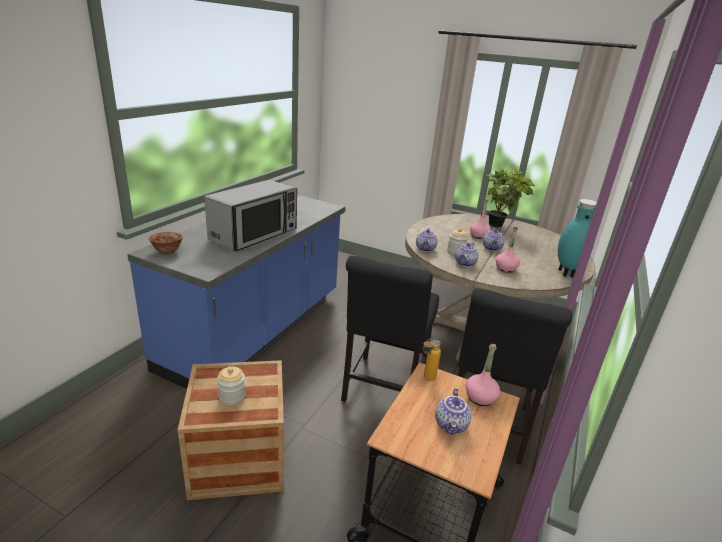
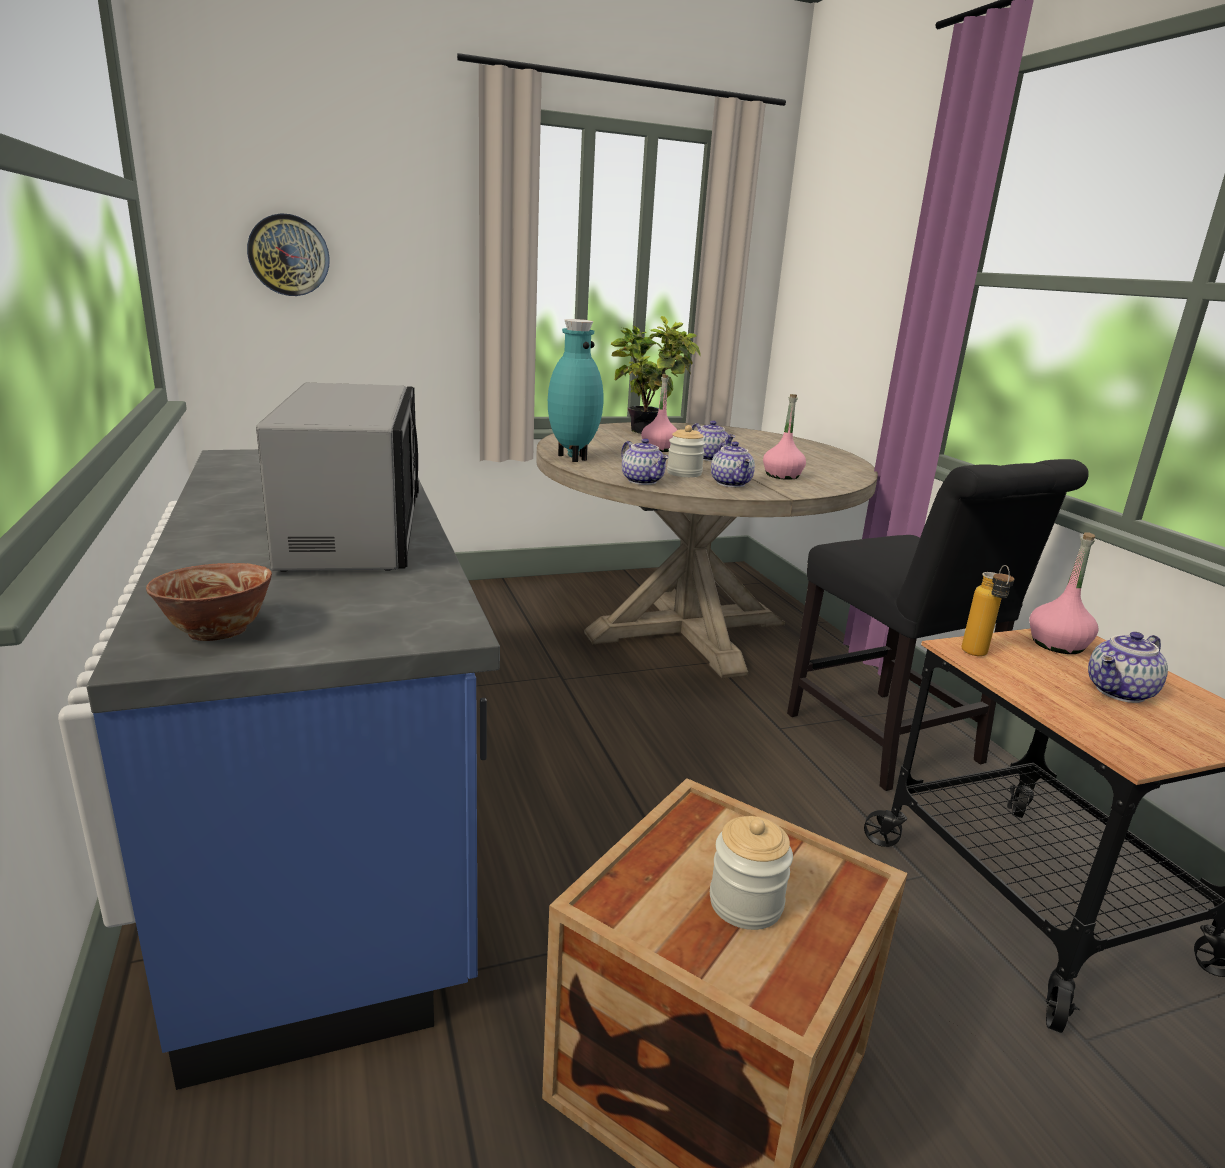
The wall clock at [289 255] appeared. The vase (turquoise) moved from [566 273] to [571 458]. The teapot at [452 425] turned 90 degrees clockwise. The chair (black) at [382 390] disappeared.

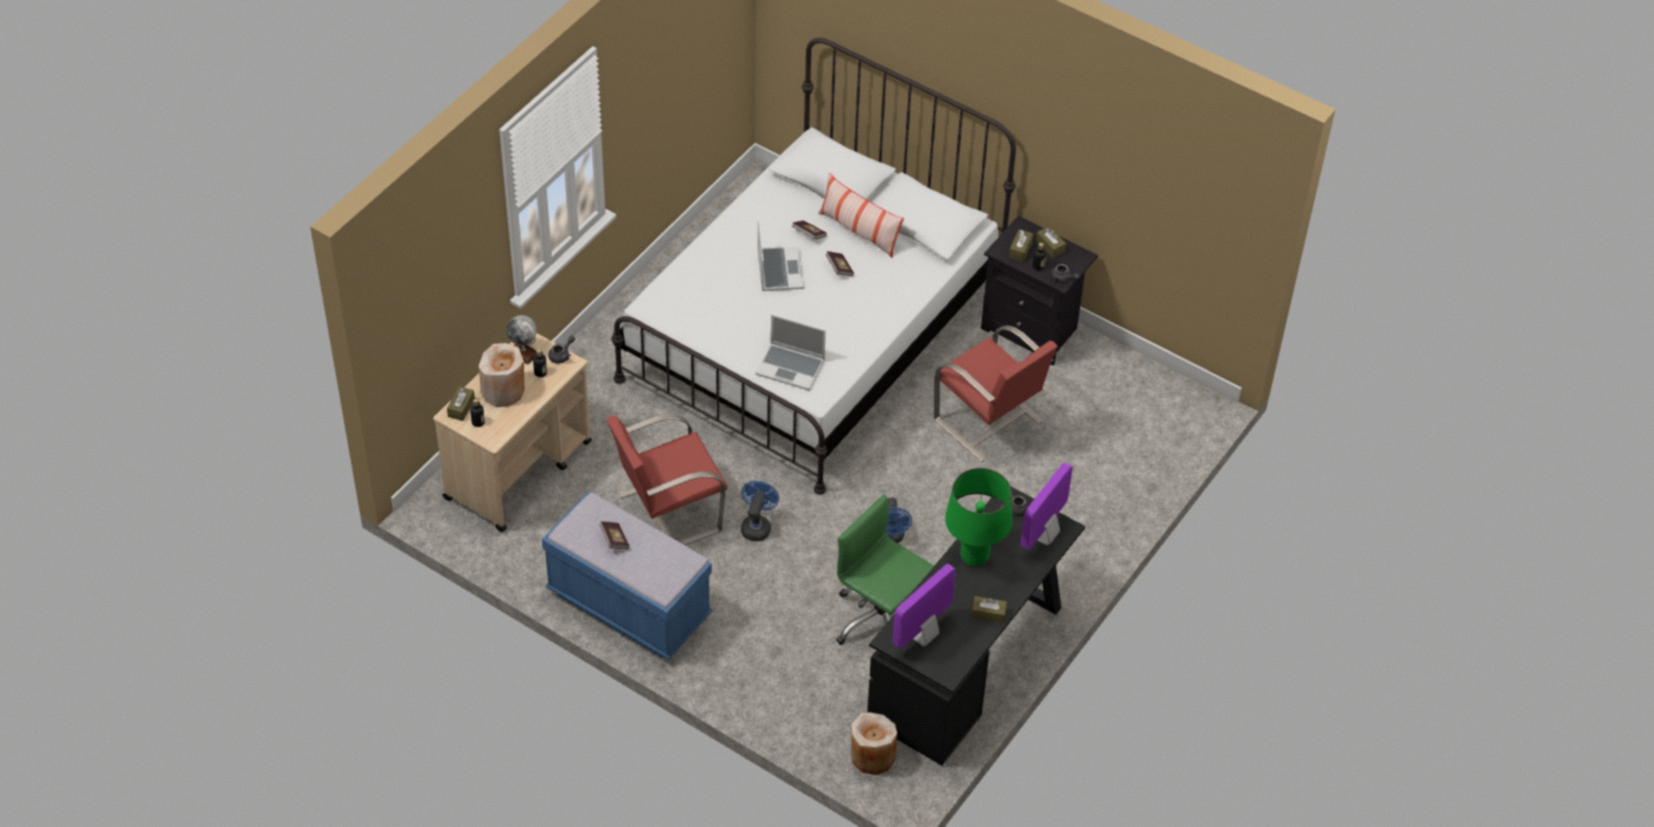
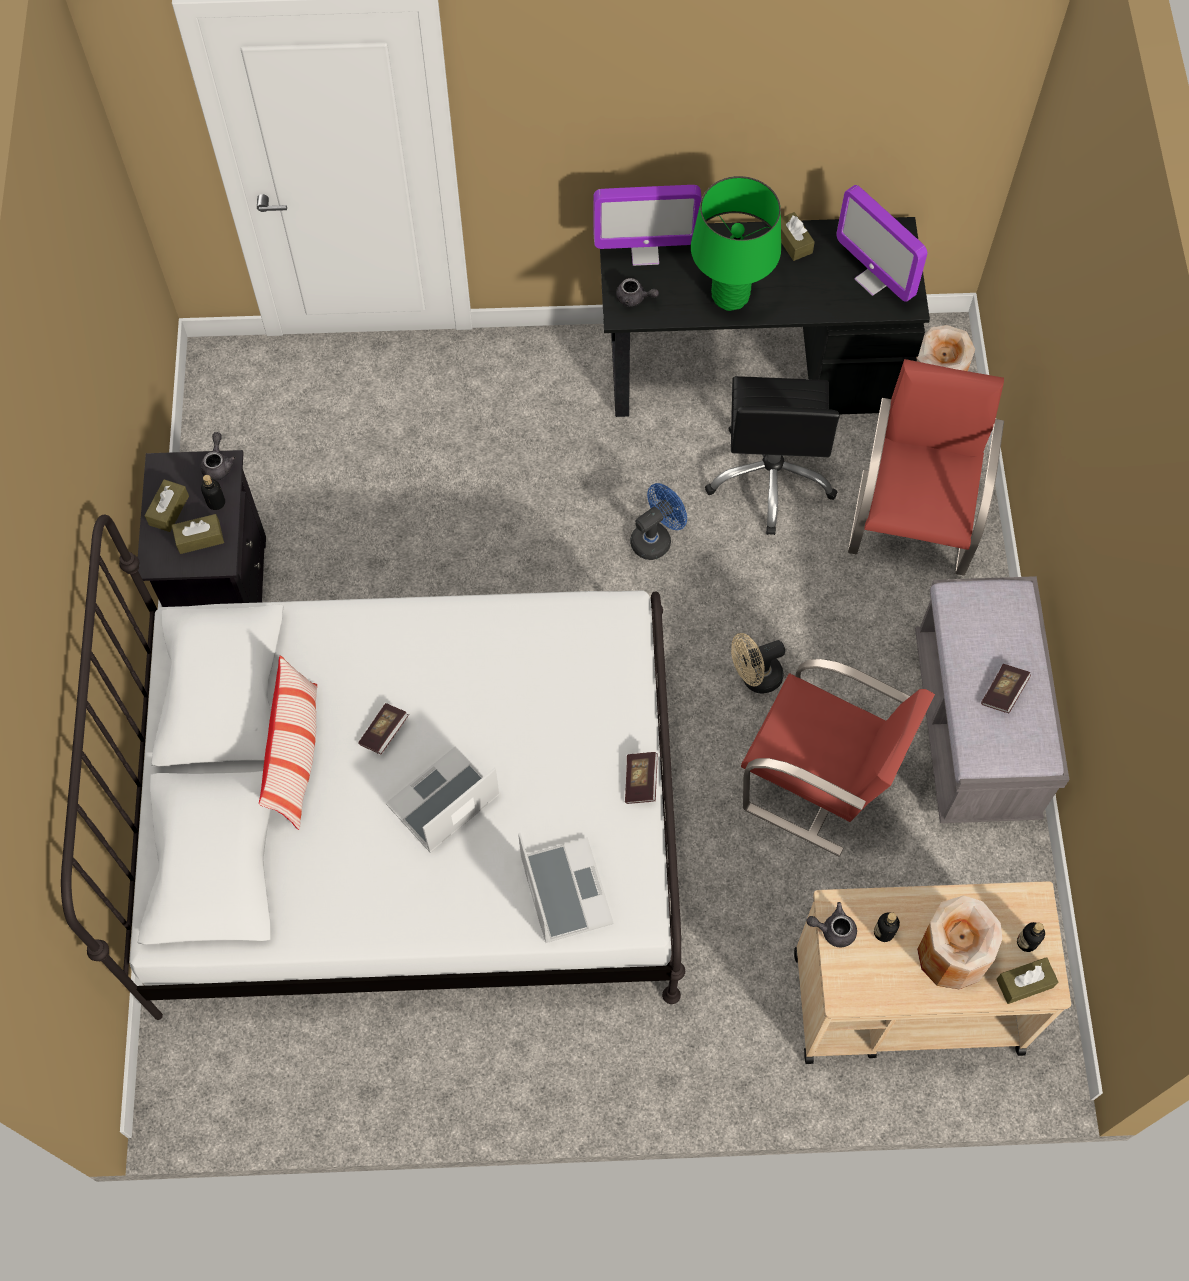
The laptop moved from [791 367] to [564 890]. The book moved from [809 234] to [640 781]. The office chair (green) at [881 621] became the office chair (black) at [771 477]. The fan (blue) at [757 526] became the fan (beige) at [755 678]. The monitor at [923 635] turned 45 degrees clockwise. The chair (red) moved from [989 422] to [914 521]. The bench (blue) at [629 605] became the bench (grey) at [974 727]. The globe at [523 352] disappeared.

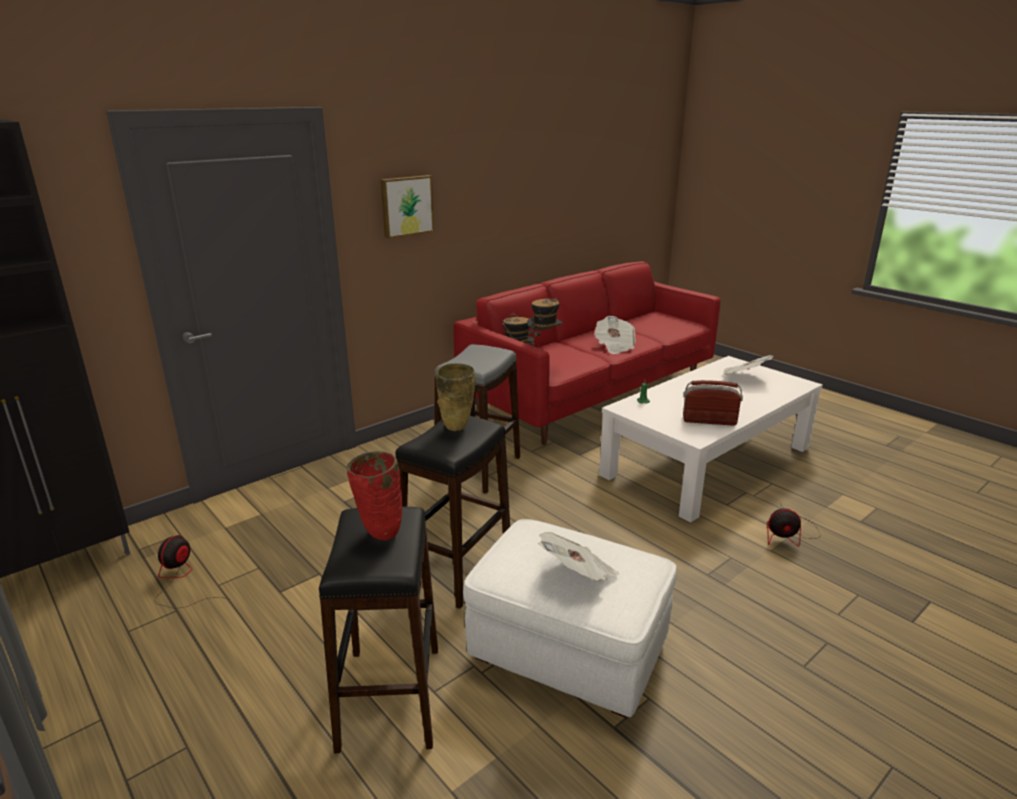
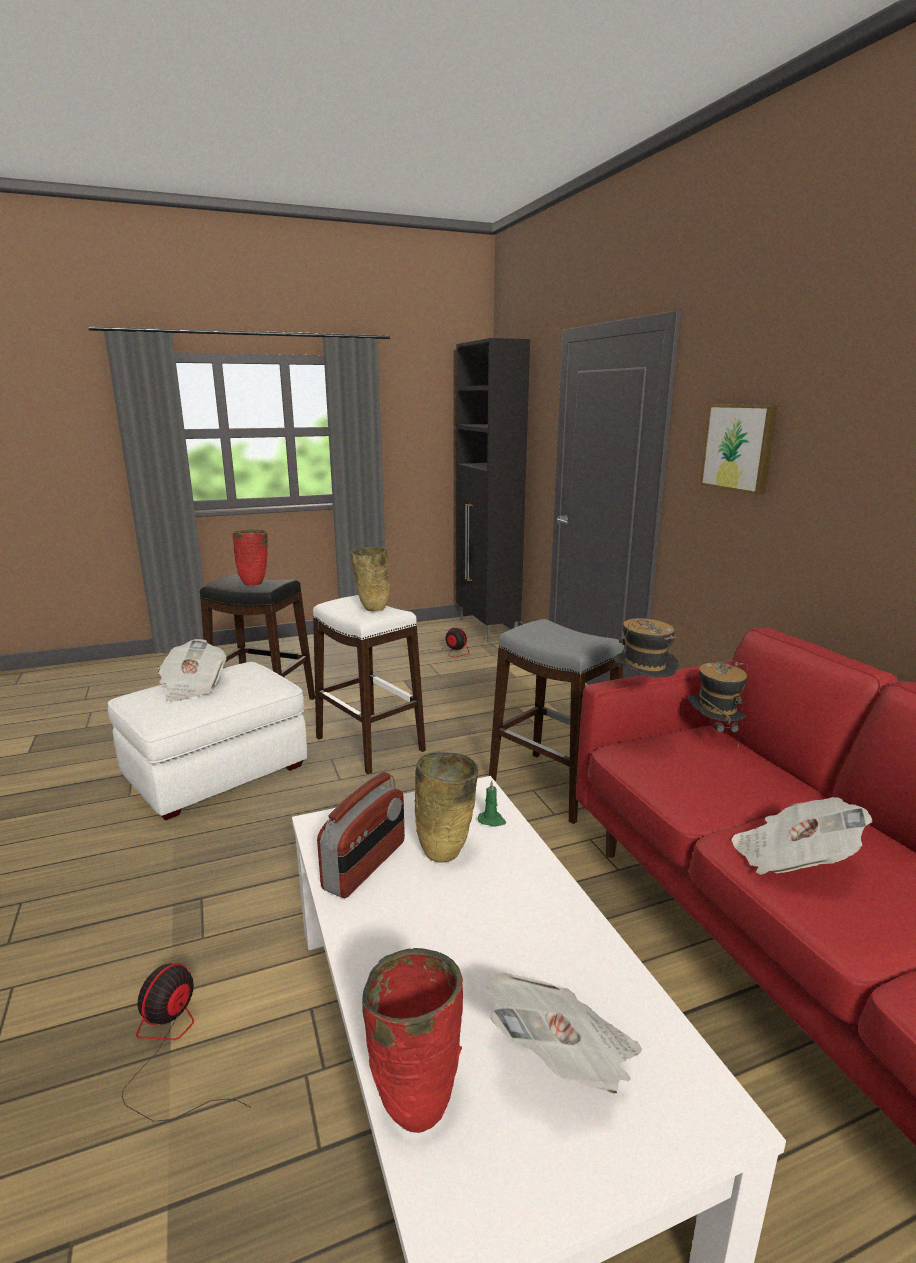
The stool (black) at [456 567] became the stool (white) at [370 744]. The vase (red) at [417 1101] appeared. The vase (beige) at [446 853] appeared.

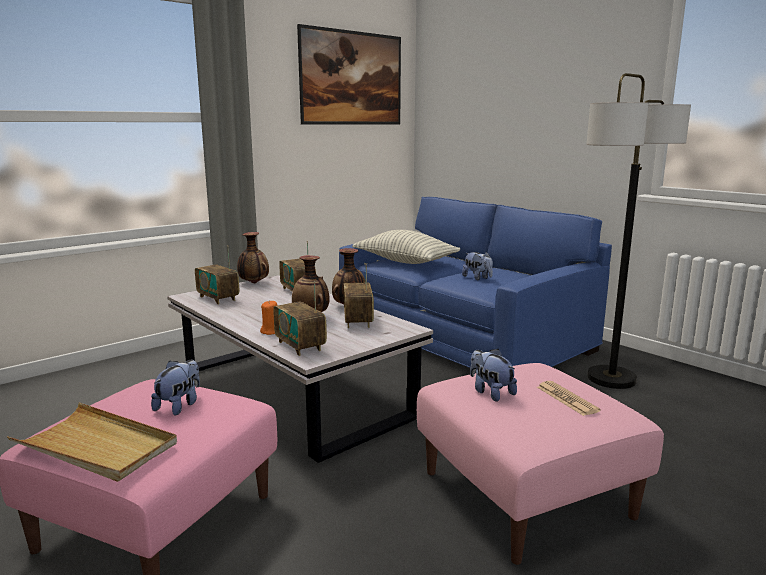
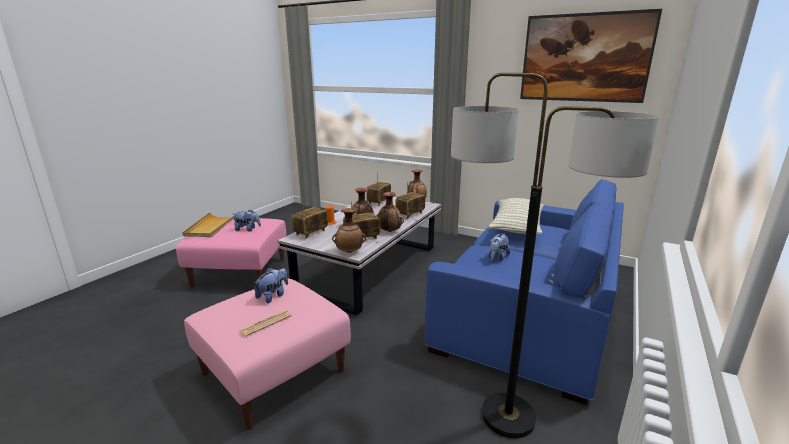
The vase at [349 252] appeared.

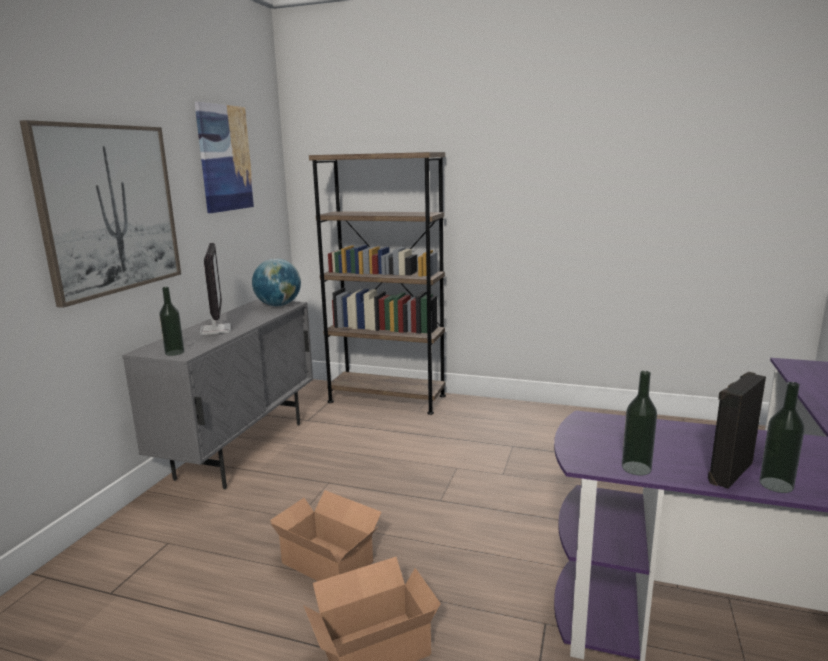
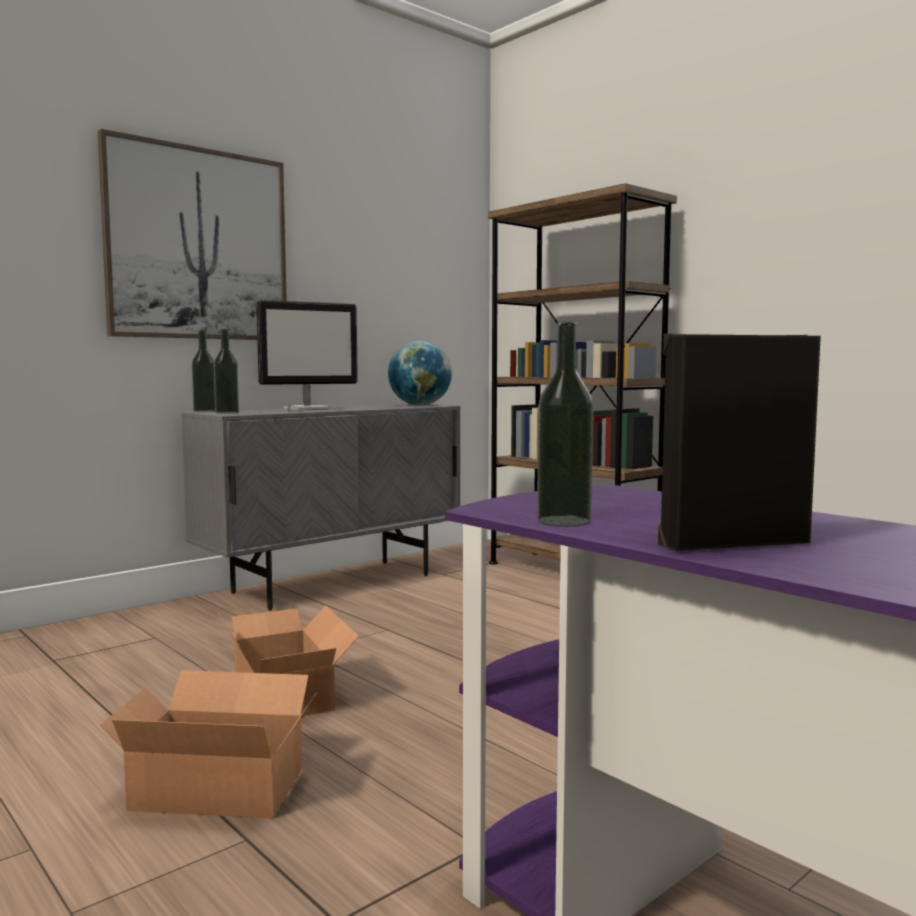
The bottle moved from [776 485] to [204 411]. The monitor at [216 330] turned 45 degrees clockwise. The picture at [225 158] disappeared.

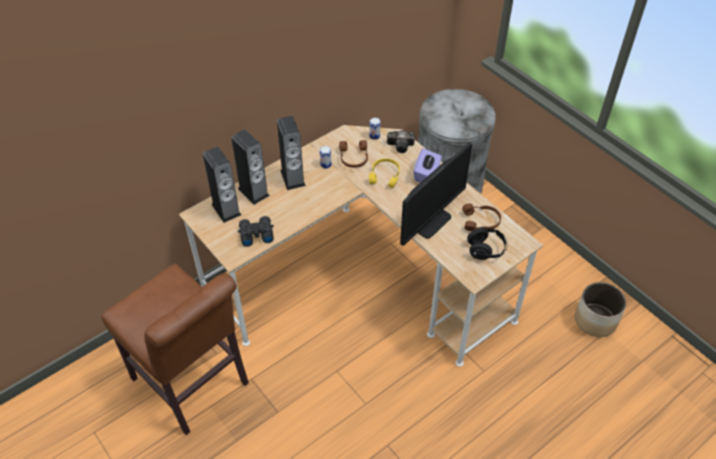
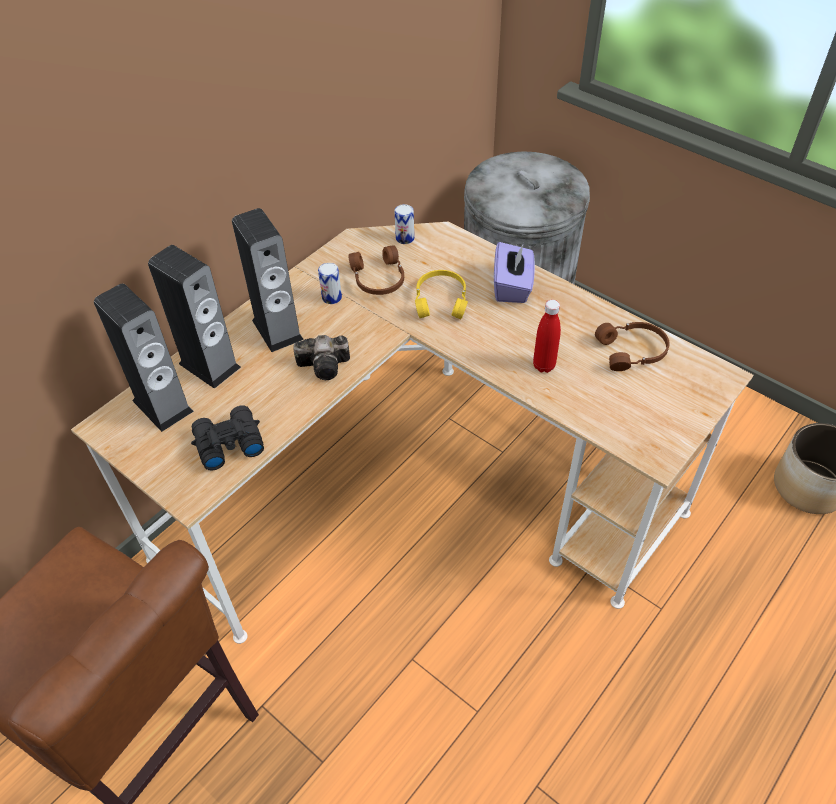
The photo camera moved from [401 146] to [326 365]. The monitor at [430 221] was replaced by the bottle (red) at [544 366]. The headphones (black) at [486 250] disappeared.

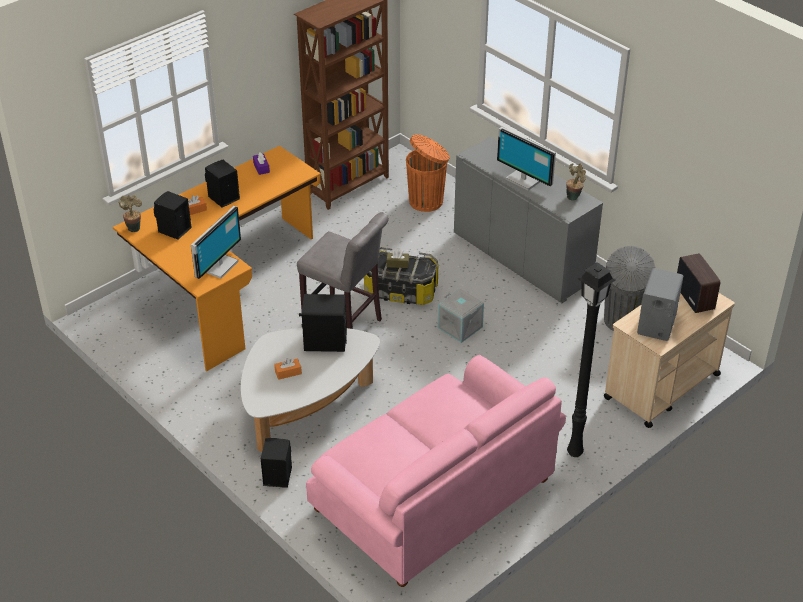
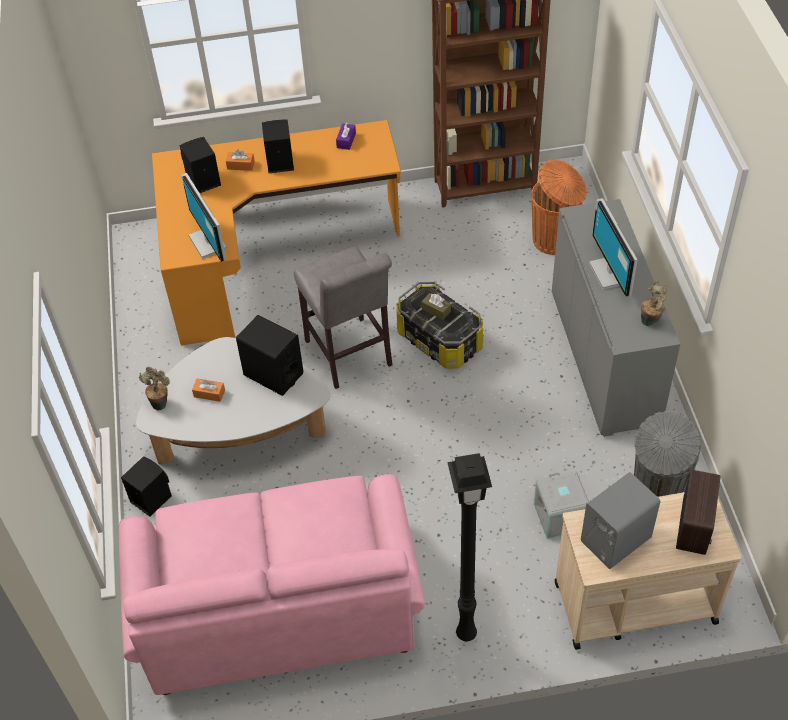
The potted plant moved from [133 227] to [160 402]. The monitor at [219 265] turned 90 degrees clockwise. The storage box (grey) moved from [460 327] to [561 516].

